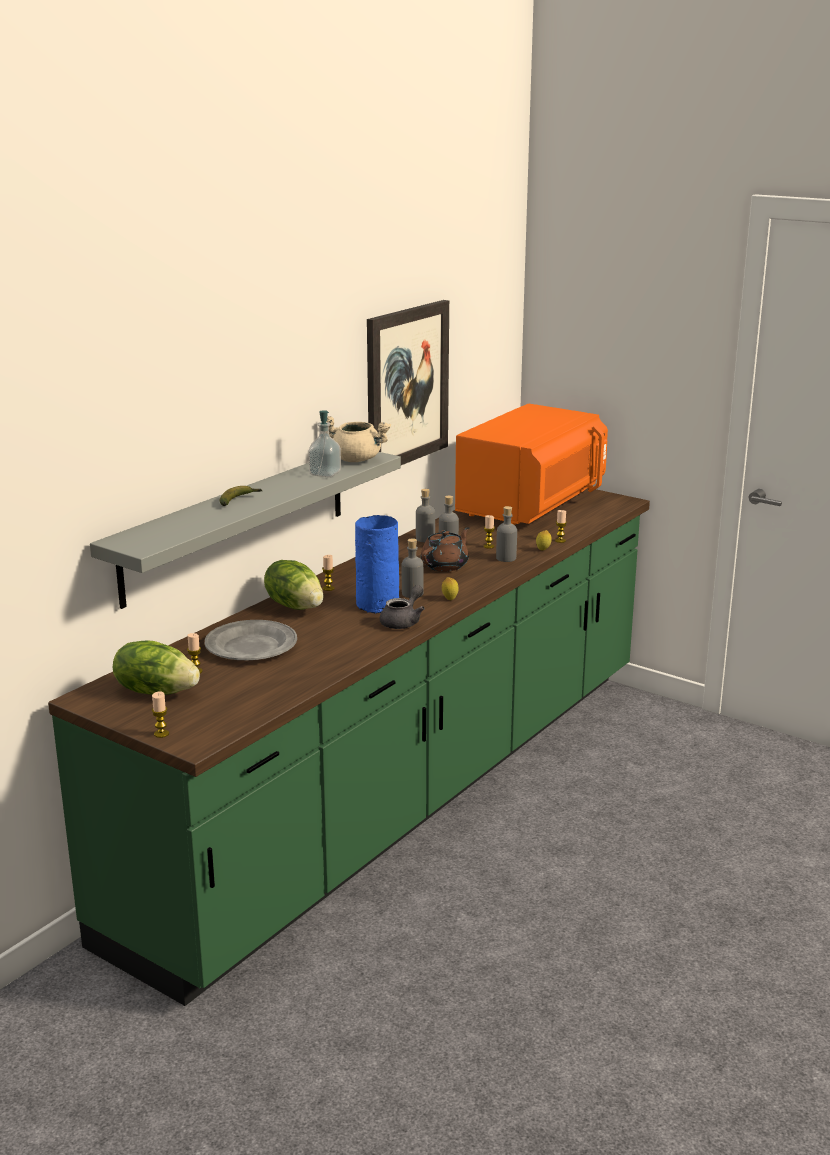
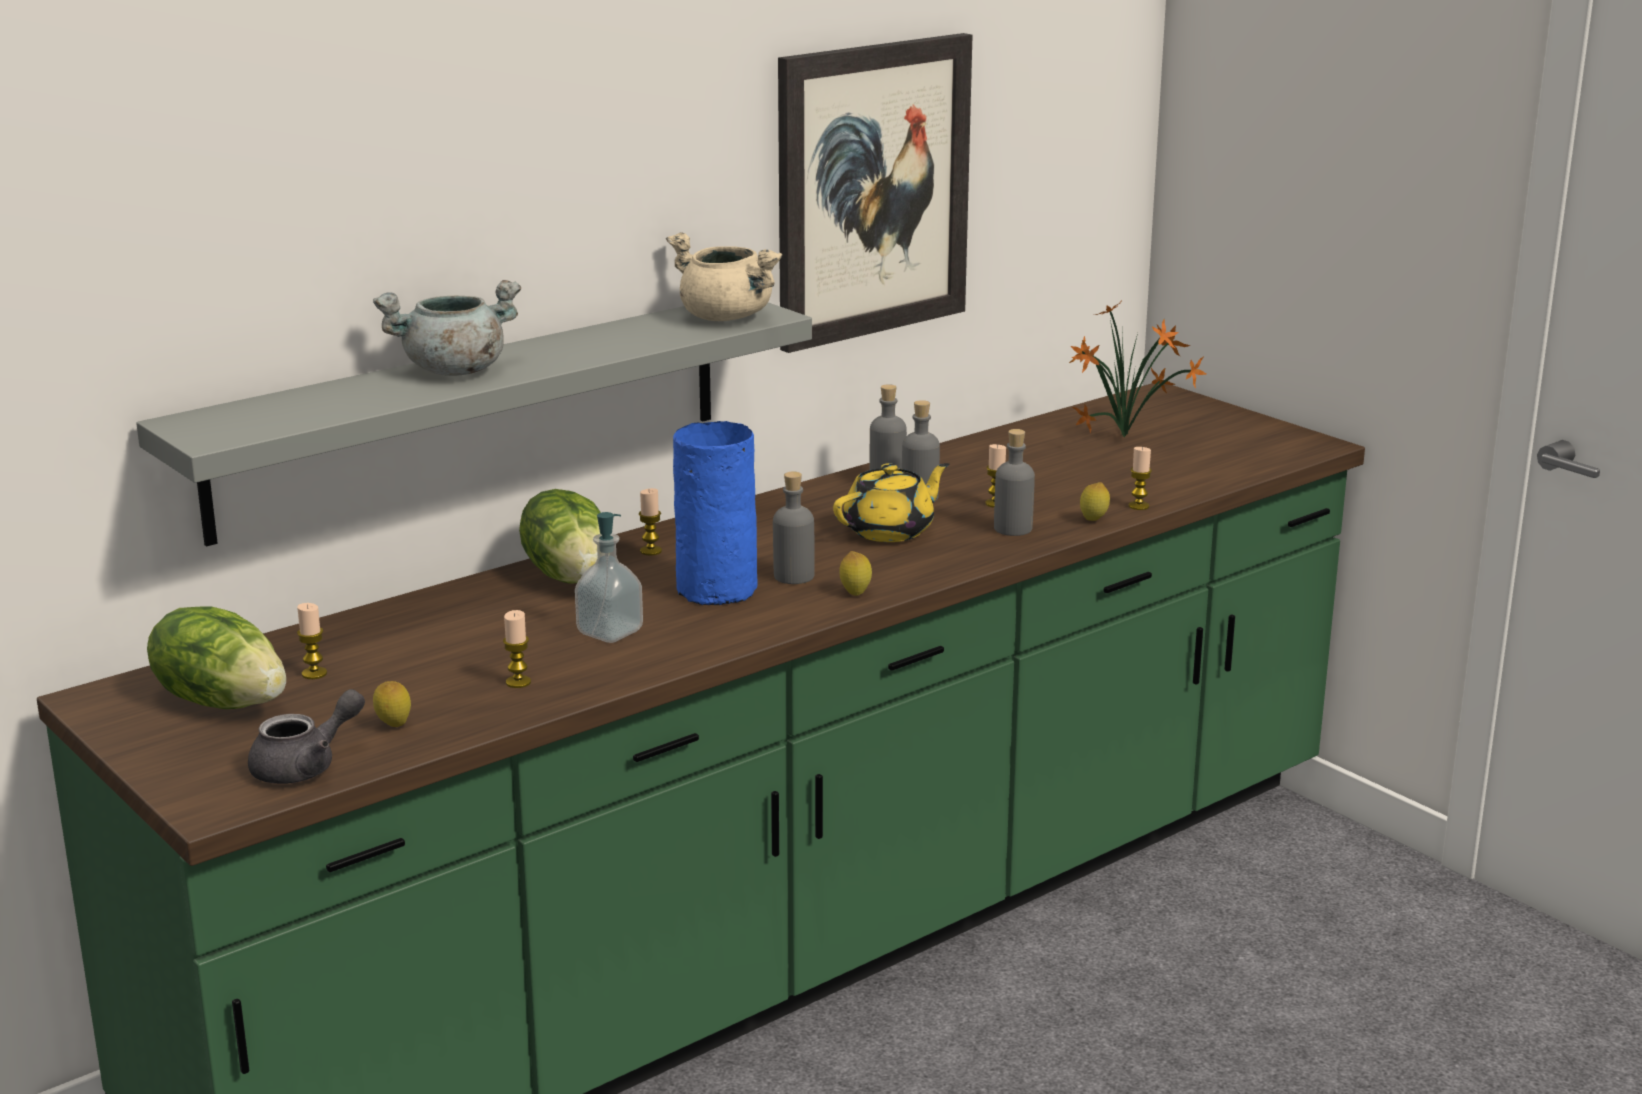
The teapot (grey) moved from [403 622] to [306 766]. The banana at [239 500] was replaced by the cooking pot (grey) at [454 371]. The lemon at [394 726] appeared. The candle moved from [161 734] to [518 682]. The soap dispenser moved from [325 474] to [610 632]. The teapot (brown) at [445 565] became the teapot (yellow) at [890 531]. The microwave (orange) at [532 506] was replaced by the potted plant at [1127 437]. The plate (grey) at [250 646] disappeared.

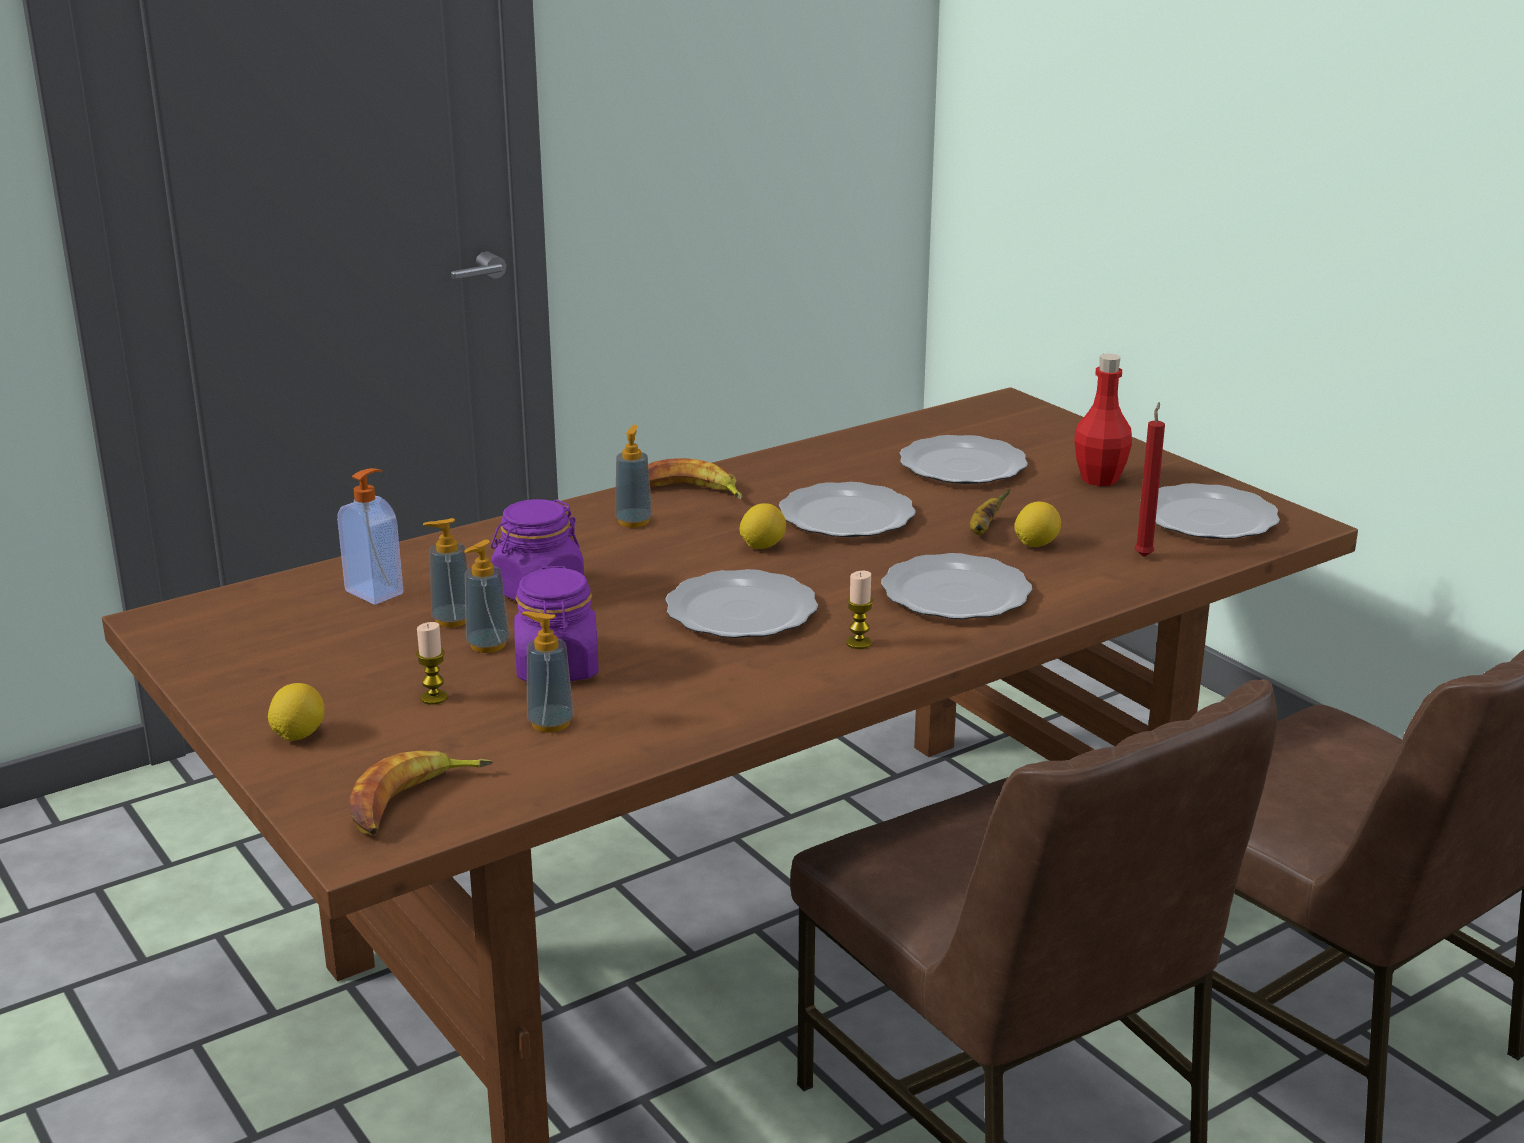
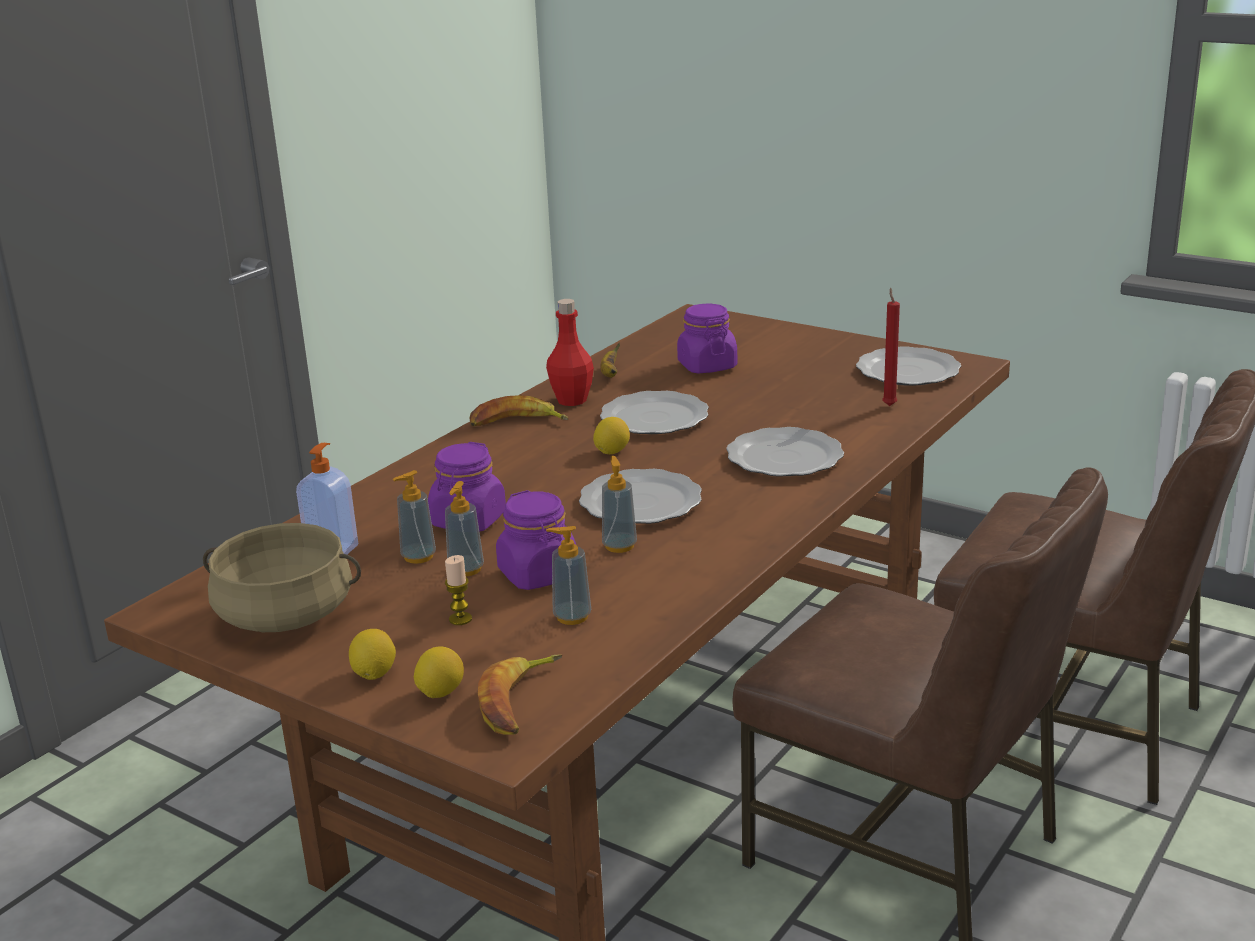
The cooking pot (beige) at [286 615] appeared. The lemon moved from [1036 544] to [440 692]. The bottle (red) moved from [1099 479] to [571 400]. The banana moved from [983 529] to [610 374]. The soap dispenser moved from [634 521] to [619 546]. The plate at [964 466] was replaced by the jar (purple) at [707 366]. The candle at [859 643] disappeared.

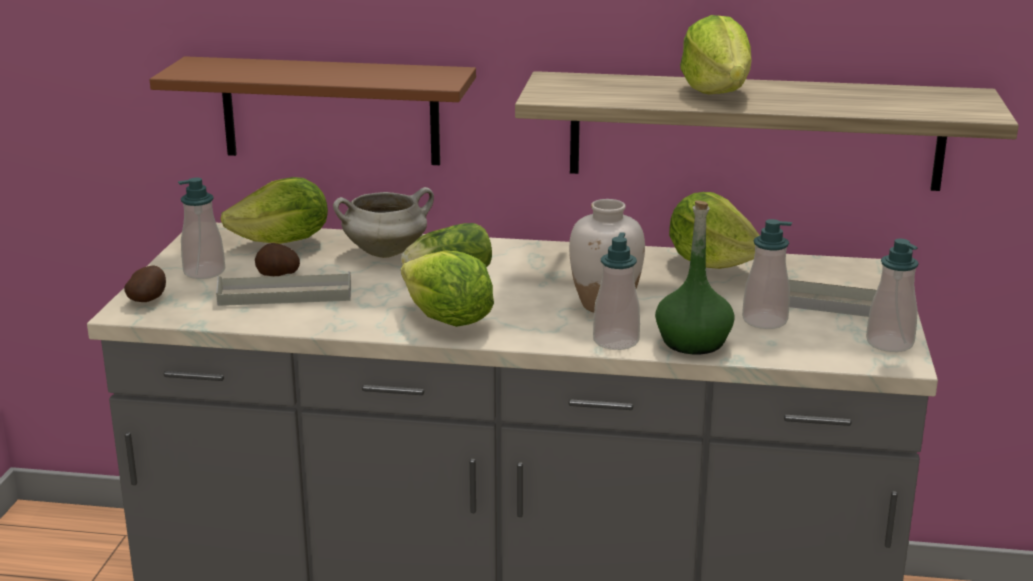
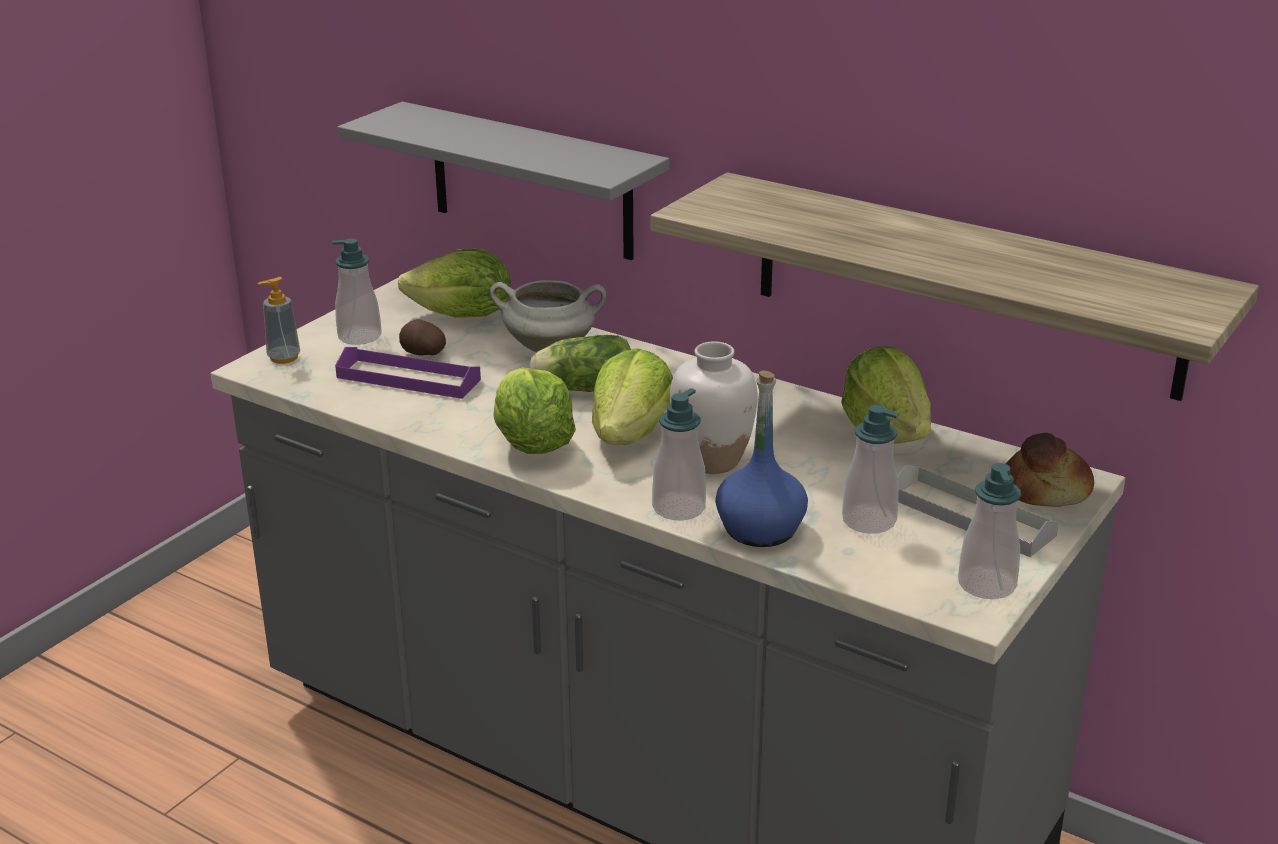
The potato at [149 299] was replaced by the soap dispenser at [284 358]. The tray (grey) at [285 295] became the tray (purple) at [408 378]. The shelf (brown) at [330 111] became the shelf (grey) at [531 181]. The lettuce moved from [717 91] to [631 434]. The bottle (green) at [693 342] became the bottle (blue) at [760 529]. The bread at [1046 491] appeared.

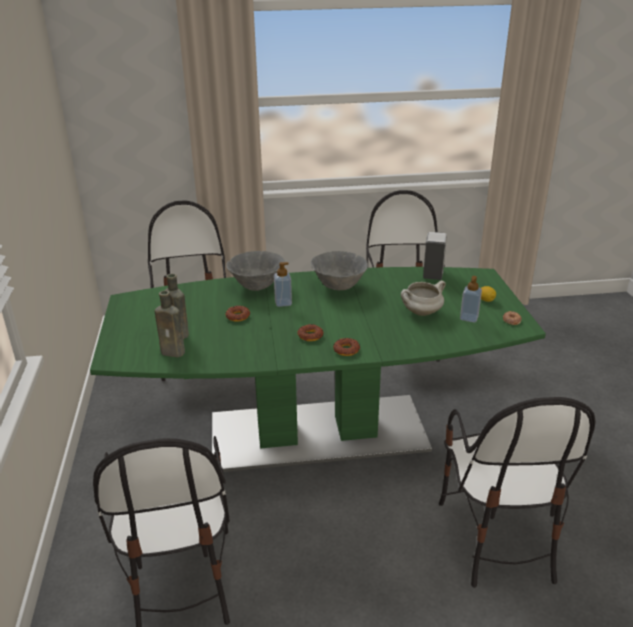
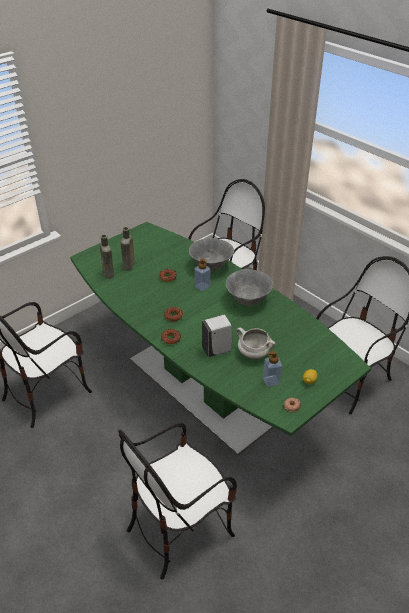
The soap dispenser (white) moved from [433 274] to [217 350].

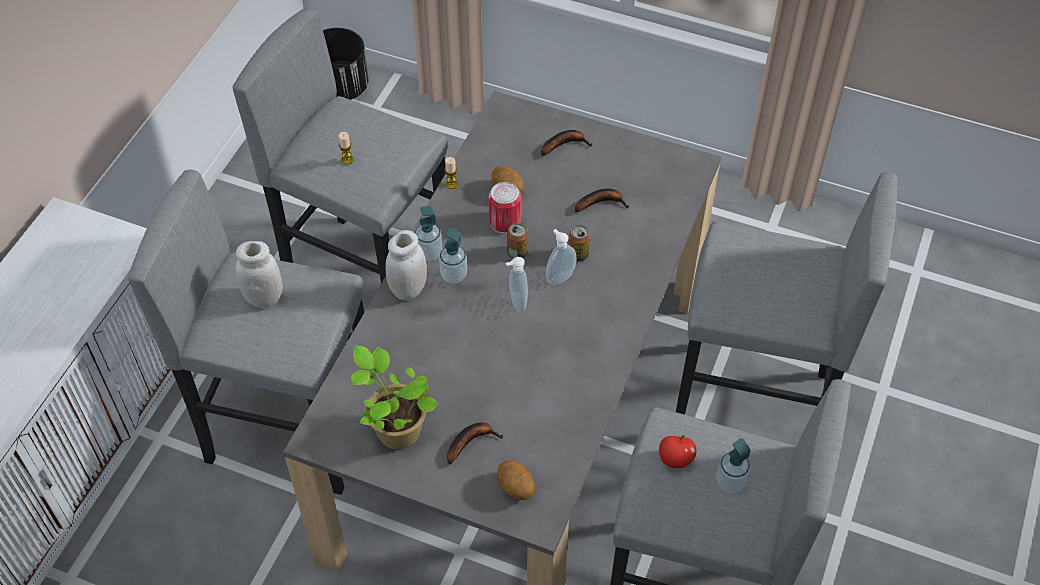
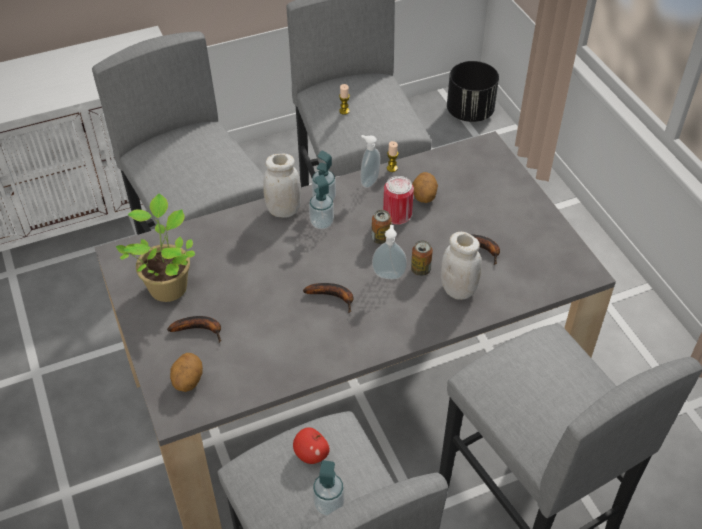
The banana moved from [565 144] to [333 297]. The soap dispenser moved from [516 302] to [368 181]. The jar (white) moved from [264 297] to [458 290].

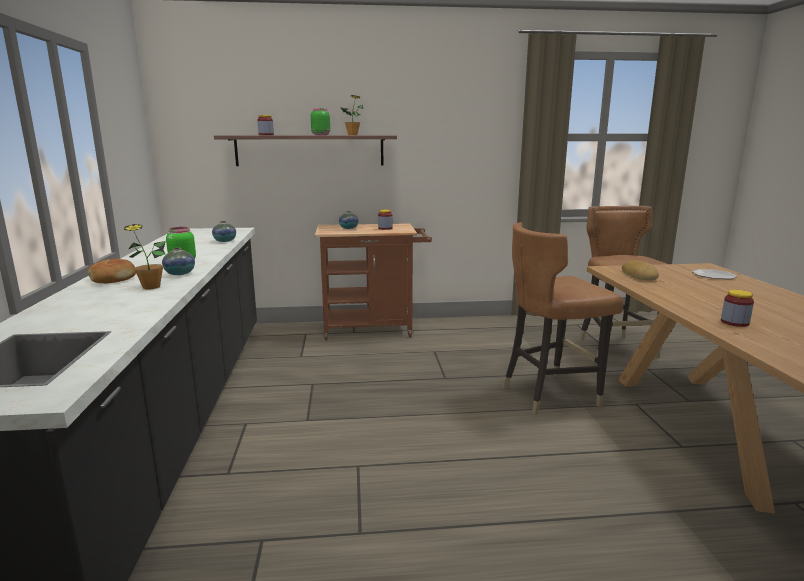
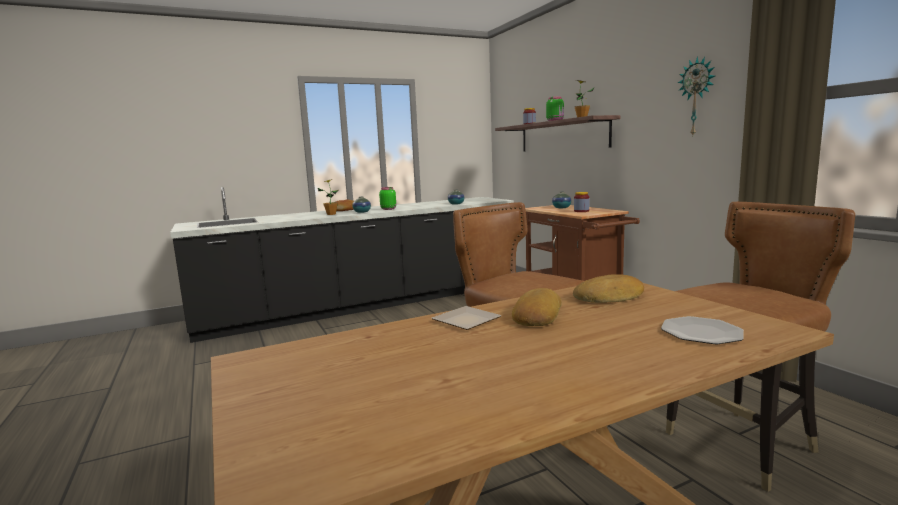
The plate at [464 321] appeared. The bread at [536 315] appeared. The wall clock at [697 97] appeared. The jar at [734 322] disappeared.

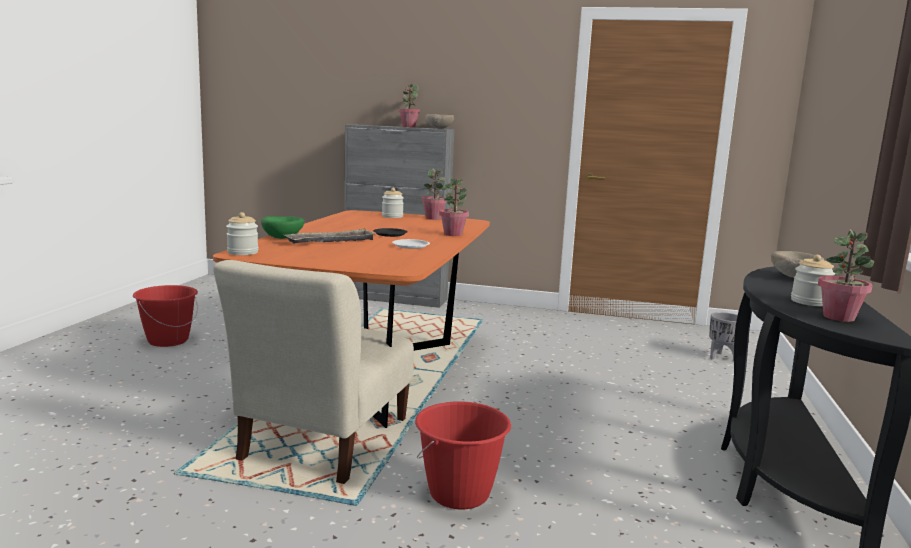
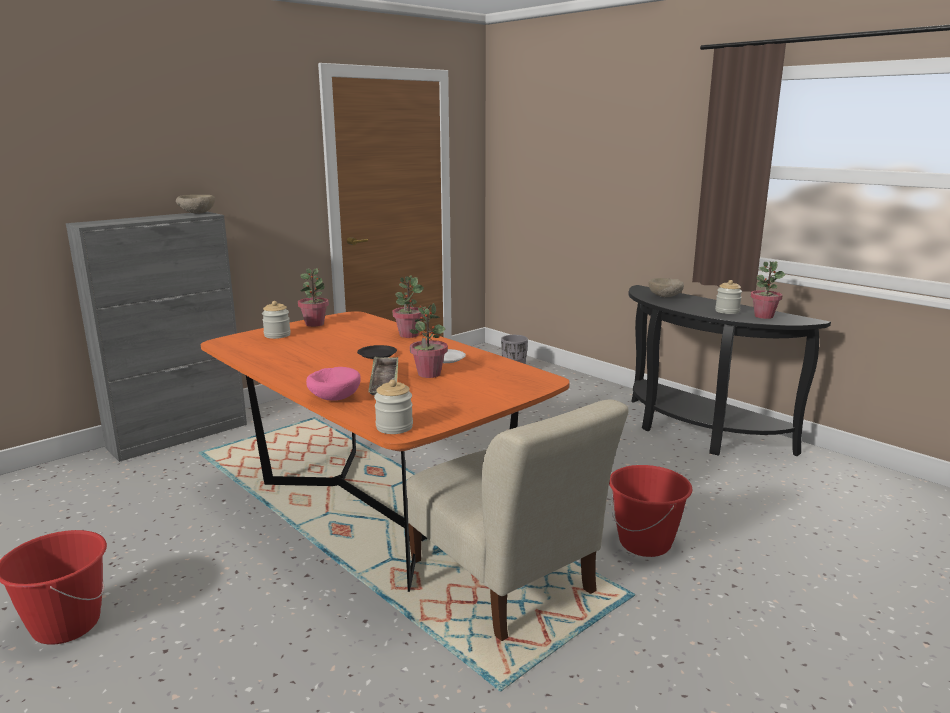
The bowl (green) at [283 238] became the bowl (pink) at [334 398]. The potted plant moved from [408 127] to [429 374].

